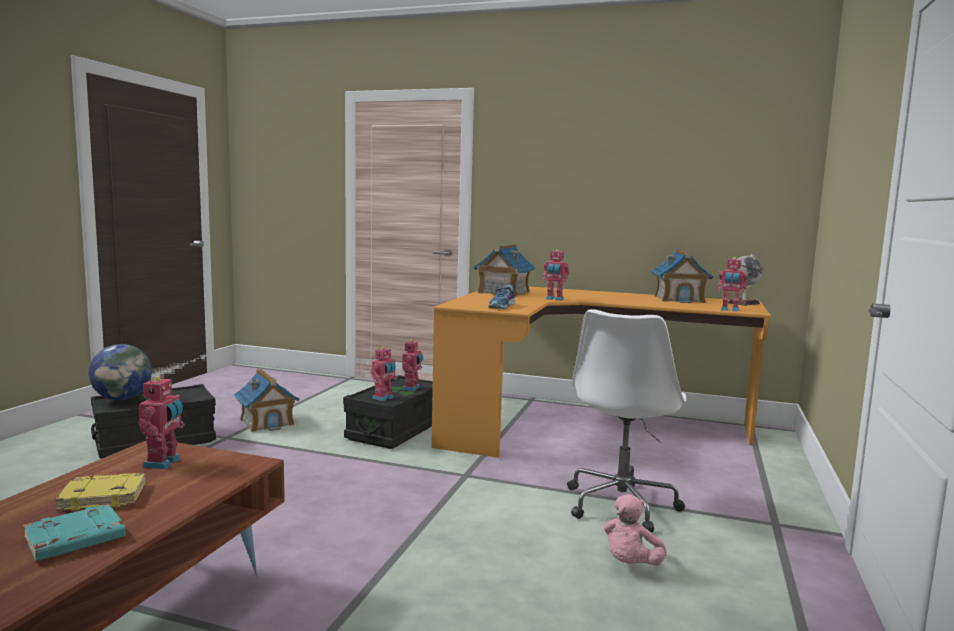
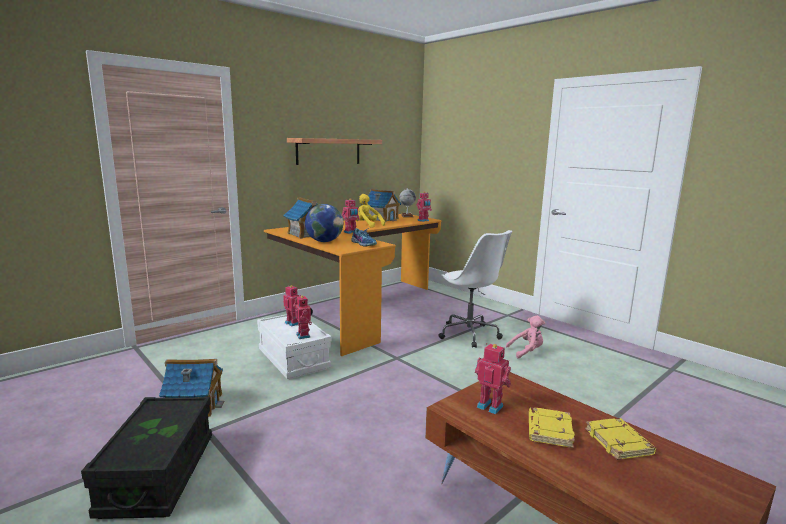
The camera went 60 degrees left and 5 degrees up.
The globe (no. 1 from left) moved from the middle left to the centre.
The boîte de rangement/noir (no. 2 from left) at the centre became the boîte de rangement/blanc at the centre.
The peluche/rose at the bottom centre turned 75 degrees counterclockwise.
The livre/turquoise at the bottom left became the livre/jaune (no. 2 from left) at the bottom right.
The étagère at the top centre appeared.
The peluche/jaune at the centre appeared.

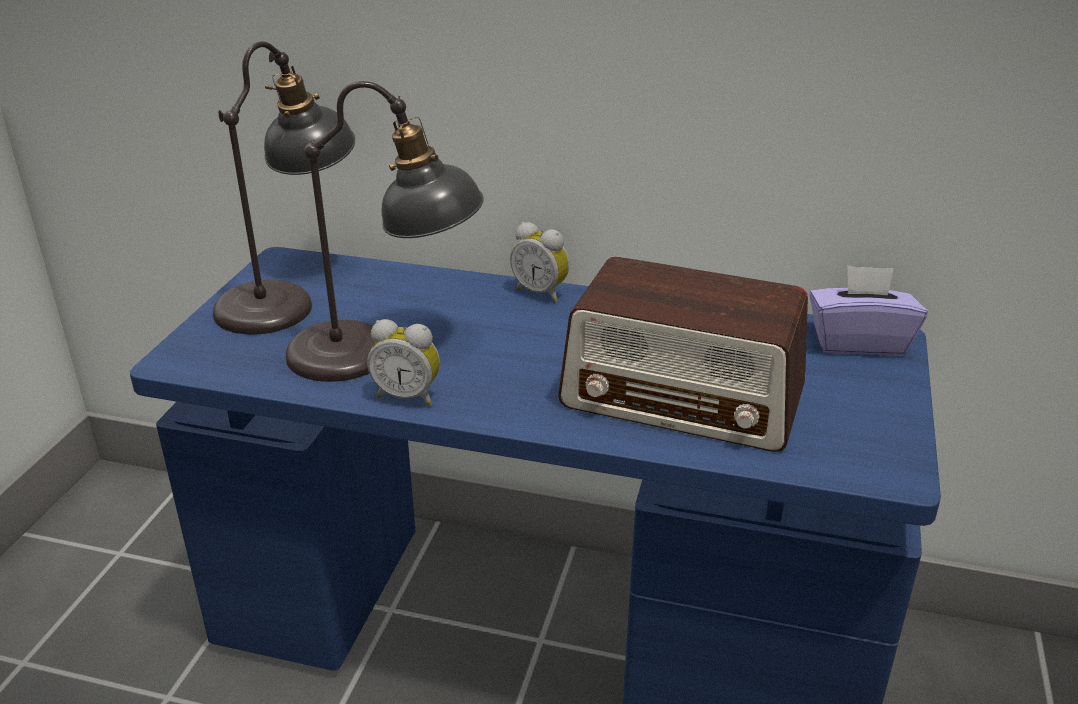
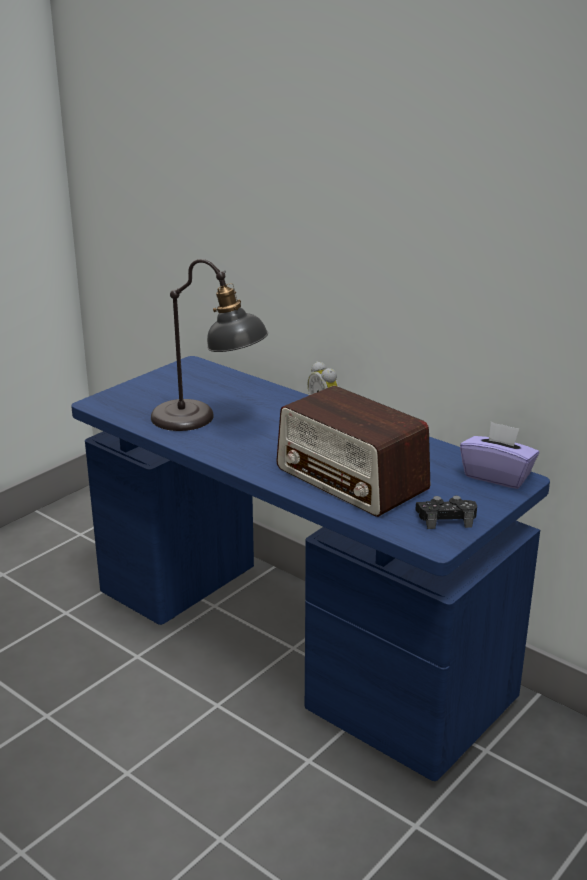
The camera went 25 degrees right and 5 degrees down.
The lampe de table/gris (no. 1 from left) at the top left disappeared.
The réveil (no. 1 from left) at the centre disappeared.
The manette/noir at the middle right appeared.

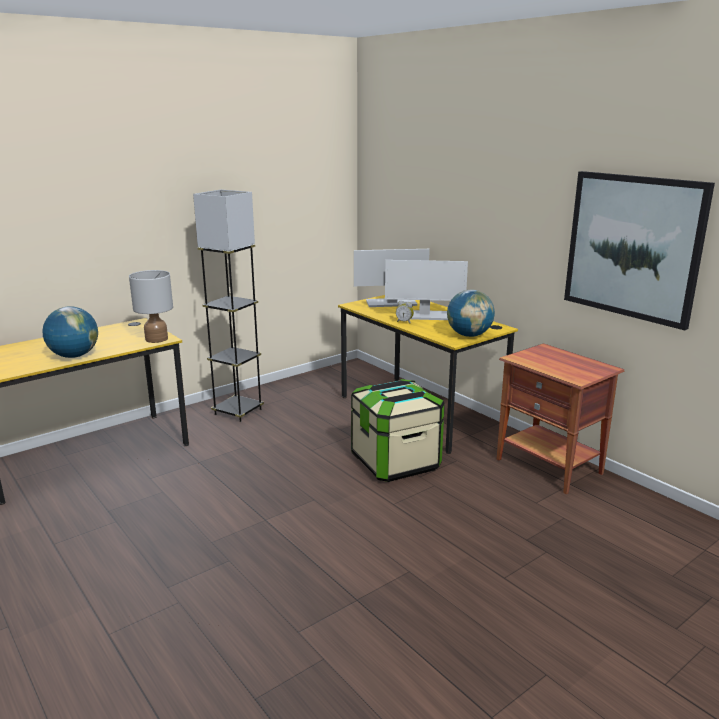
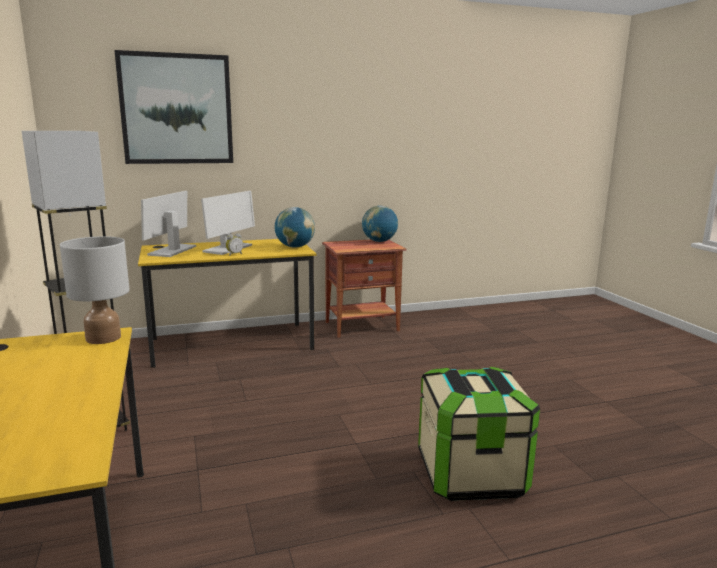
The camera went 70 degrees left and 5 degrees down.
The tableau moved from the middle right to the top left.
The globe (no. 1 from left in the first image) moved from the middle left to the centre.
The boîte de rangement moved from the centre to the bottom right.

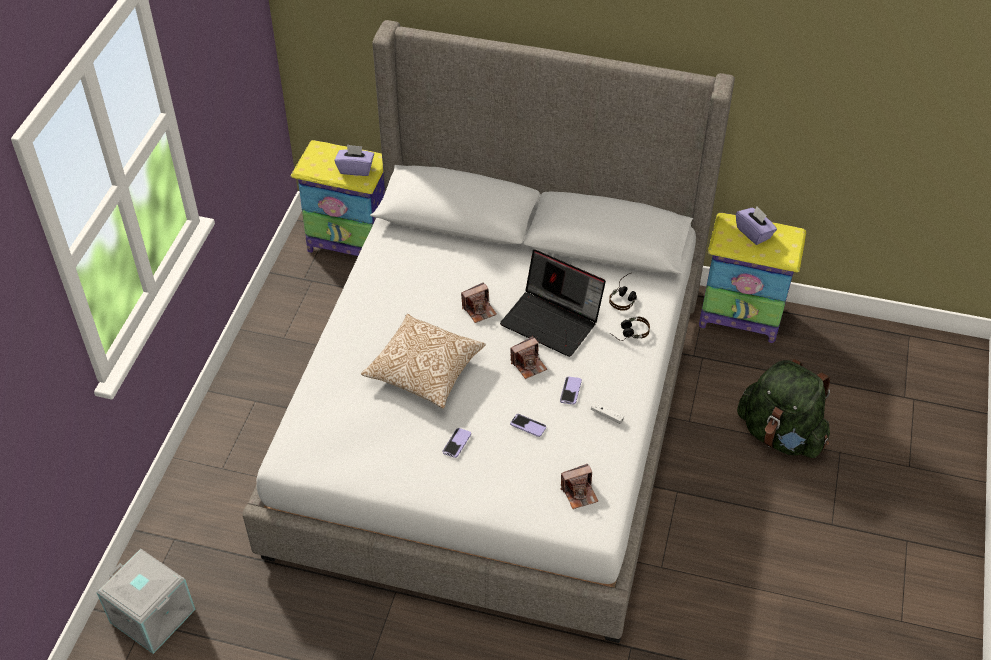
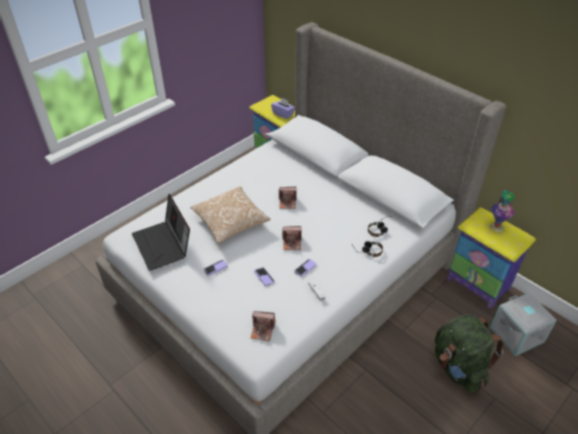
The camera went 30 degrees right and 5 degrees down.
The boîte à mouchoirs/violet (no. 2 from left) at the middle right was replaced by the vase at the middle right.
The ordinateur portable moved from the centre to the middle left.
The boîte de rangement/gris moved from the bottom left to the bottom right.

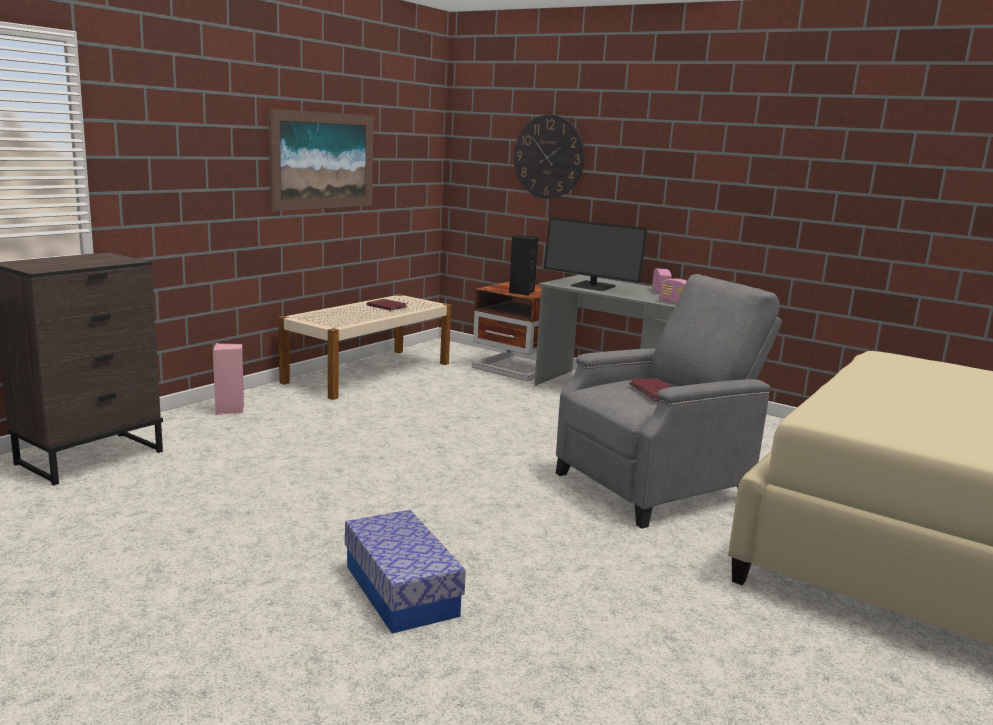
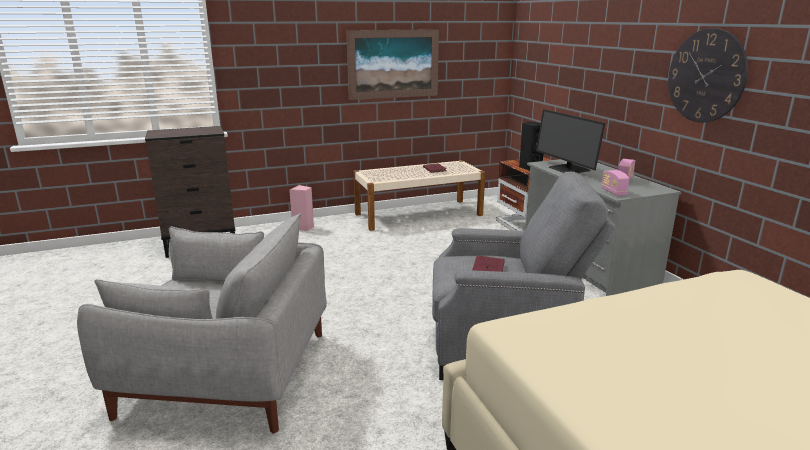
The camera went 35 degrees right and 5 degrees up.
The horloge murale moved from the top centre to the top right.
The boîte de rangement at the bottom centre was replaced by the fauteuil/gris (no. 1 from left) at the bottom left.

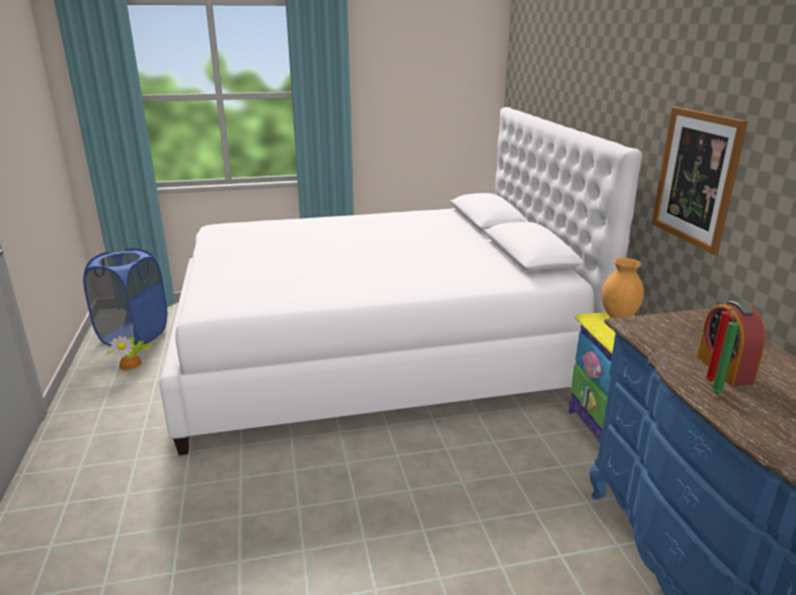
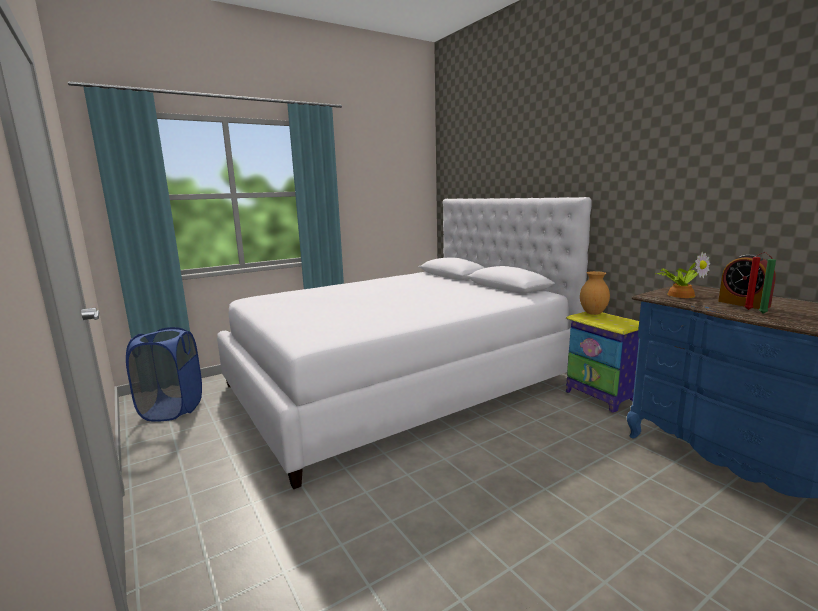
The camera went 20 degrees left and 10 degrees down.
The tableau at the top right disappeared.
The plante en pot moved from the middle left to the middle right.

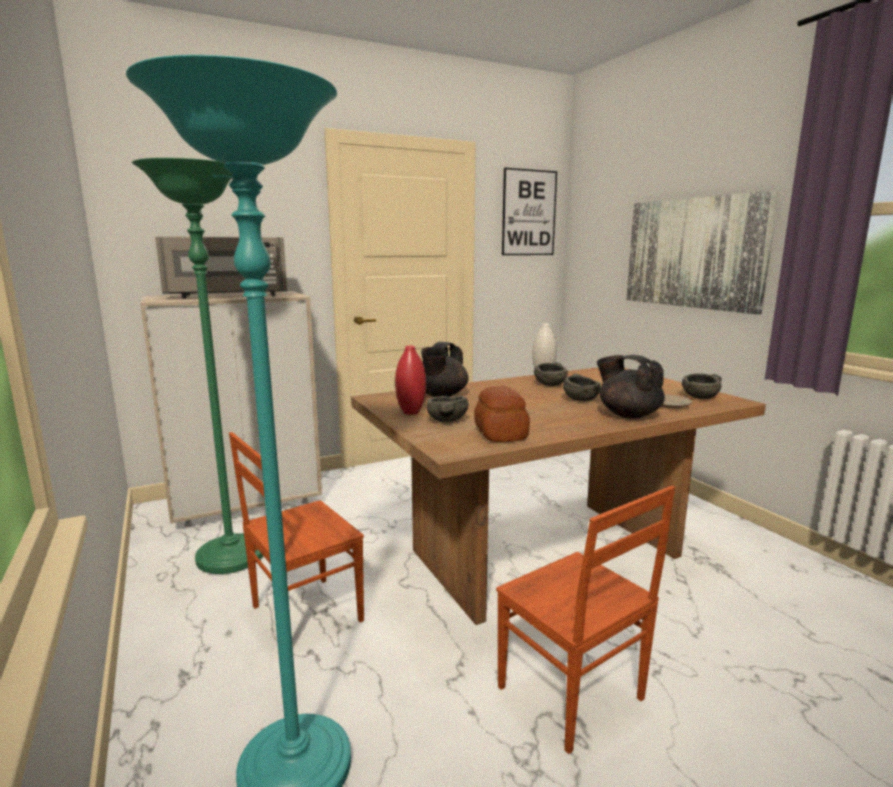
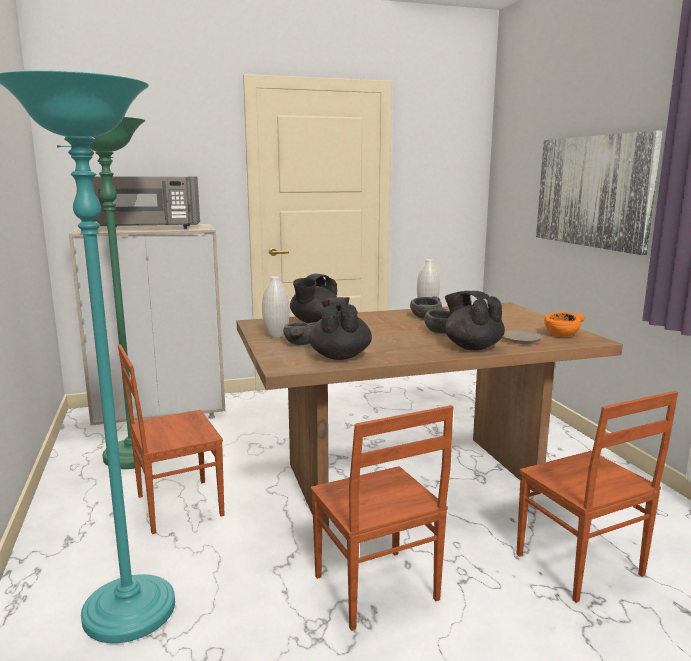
The camera went 10 degrees right and 0 degrees up.
The tableau (no. 1 from left) at the top centre disappeared.
The vase/rouge at the centre became the vase/blanc (no. 1 from left) at the centre.
The bol/gris (no. 4 from left) at the middle right became the bol/orange at the middle right.
The pain at the centre was replaced by the théière/noir (no. 2 from left) at the centre.
The chaise/marron (no. 3 from left) at the bottom right appeared.

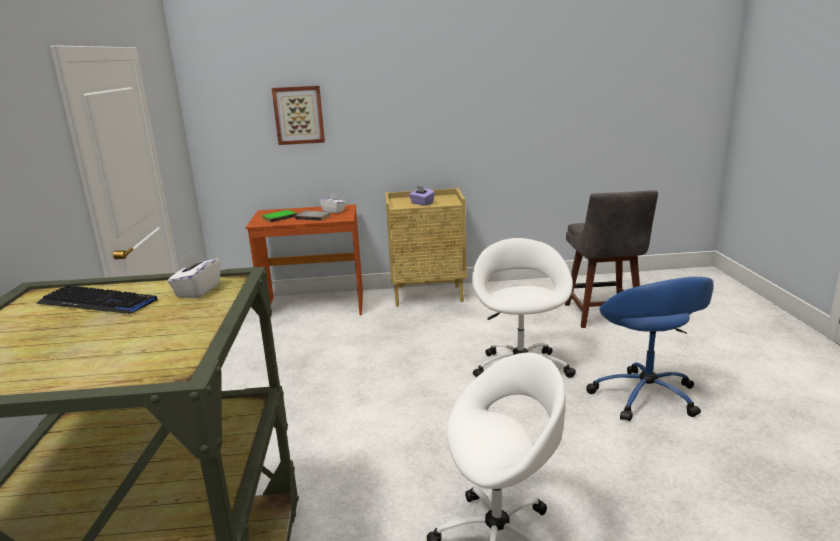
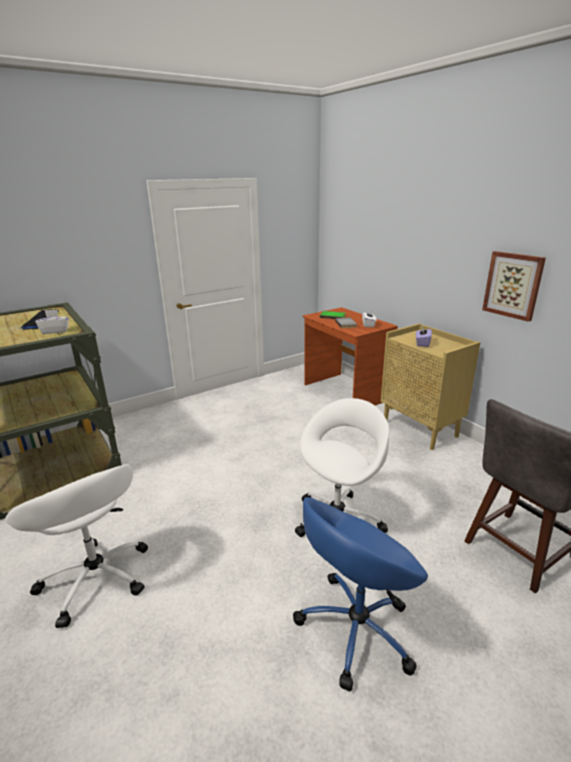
The camera went 60 degrees right and 5 degrees up.
The tableau moved from the top centre to the middle right.

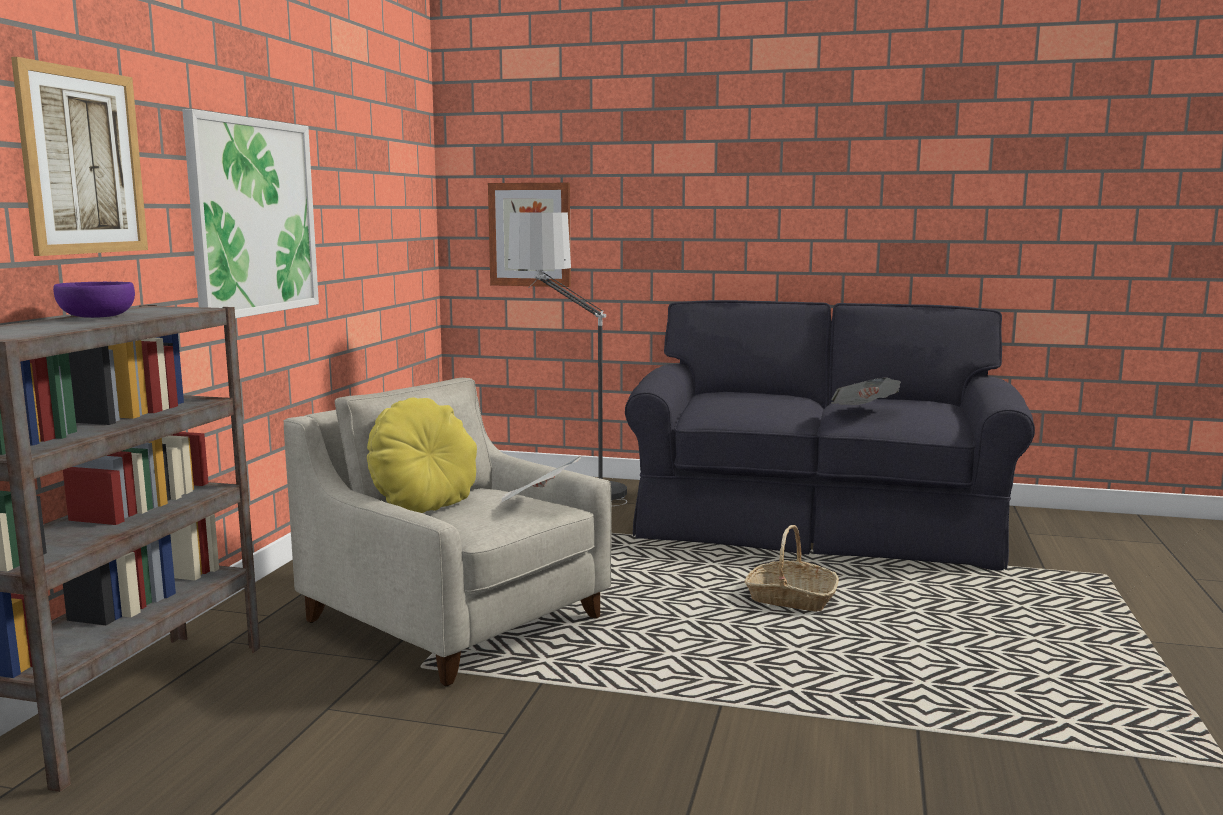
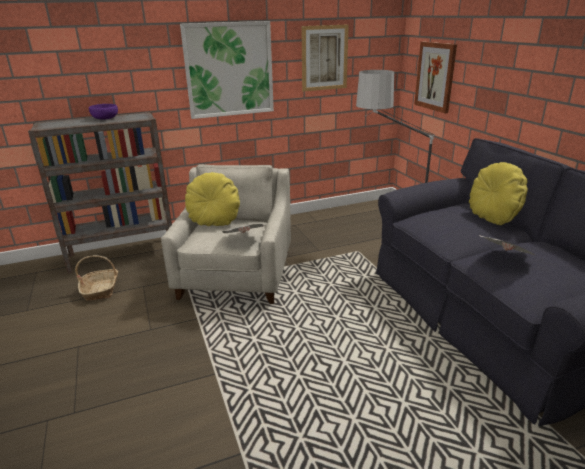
The camera went 55 degrees right and 15 degrees up.
The tableau (no. 1 from left in the first image) moved from the top left to the top centre.
The panier moved from the bottom centre to the middle left.
The coussin/jaune (no. 2 from left) at the middle right appeared.

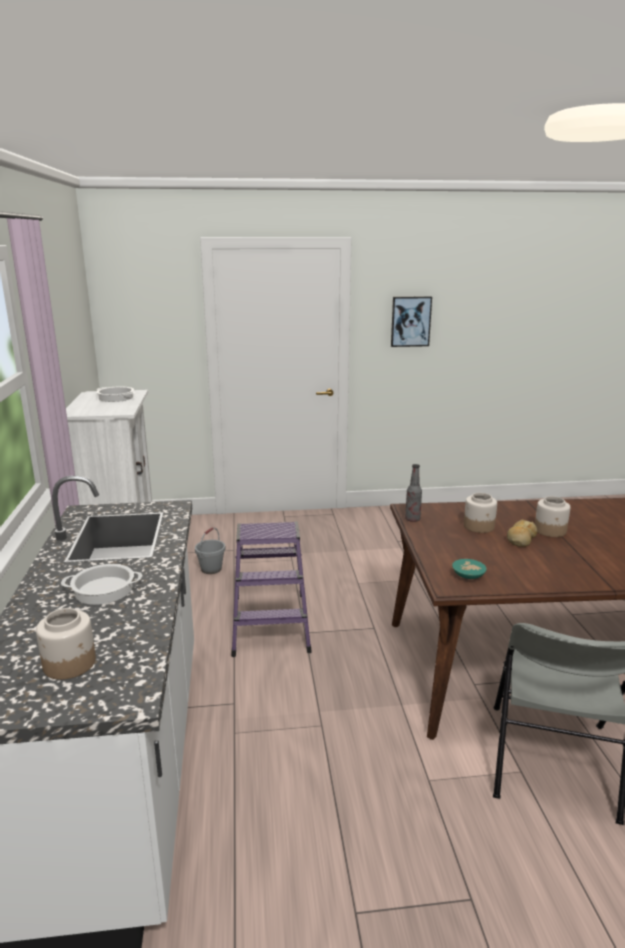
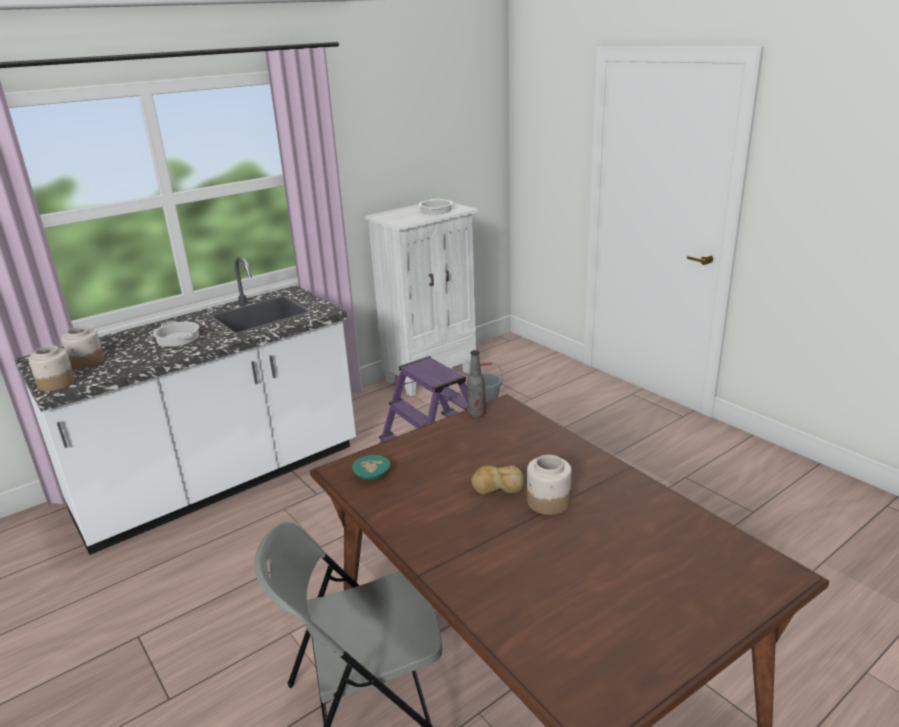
The camera went 60 degrees right and 5 degrees up.
The tableau at the centre disappeared.
The bocal (no. 2 from left in the first image) moved from the middle right to the middle left.

